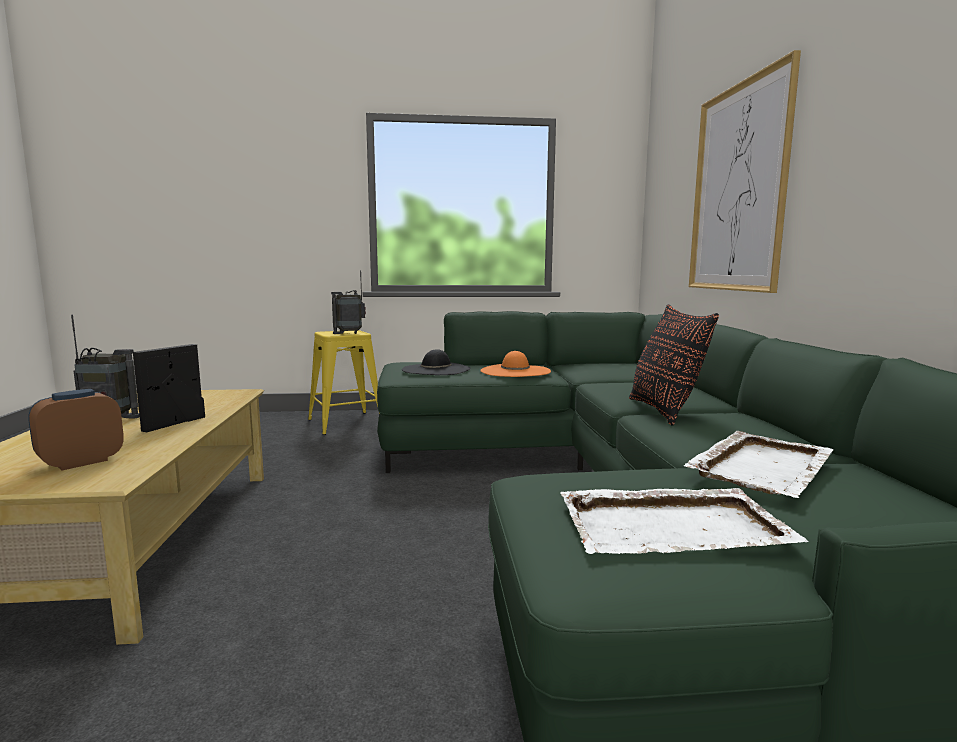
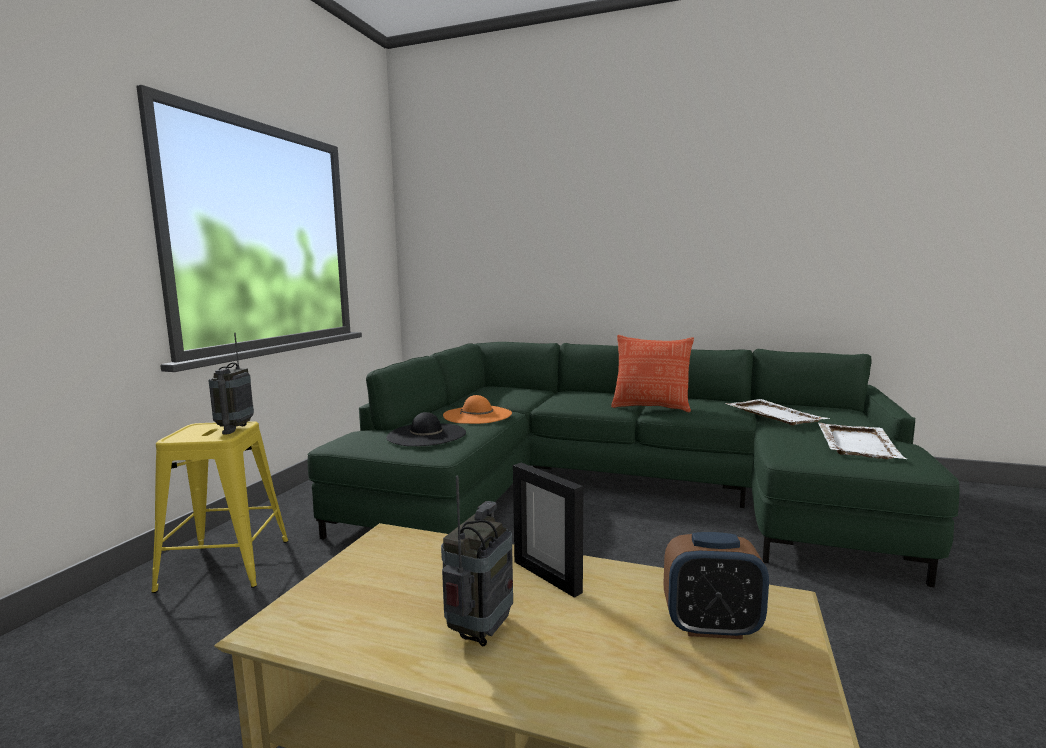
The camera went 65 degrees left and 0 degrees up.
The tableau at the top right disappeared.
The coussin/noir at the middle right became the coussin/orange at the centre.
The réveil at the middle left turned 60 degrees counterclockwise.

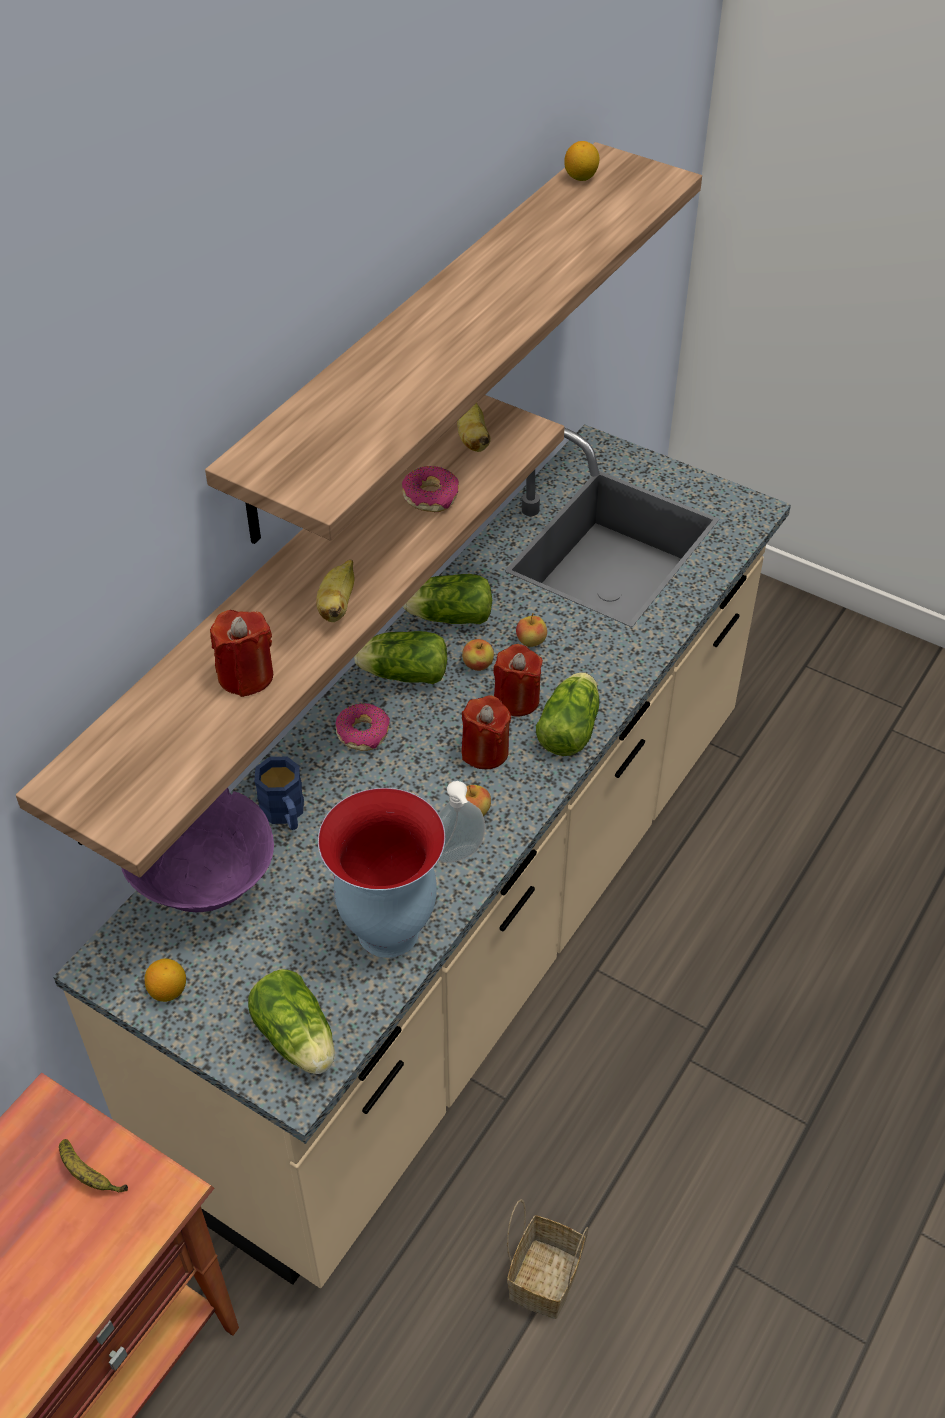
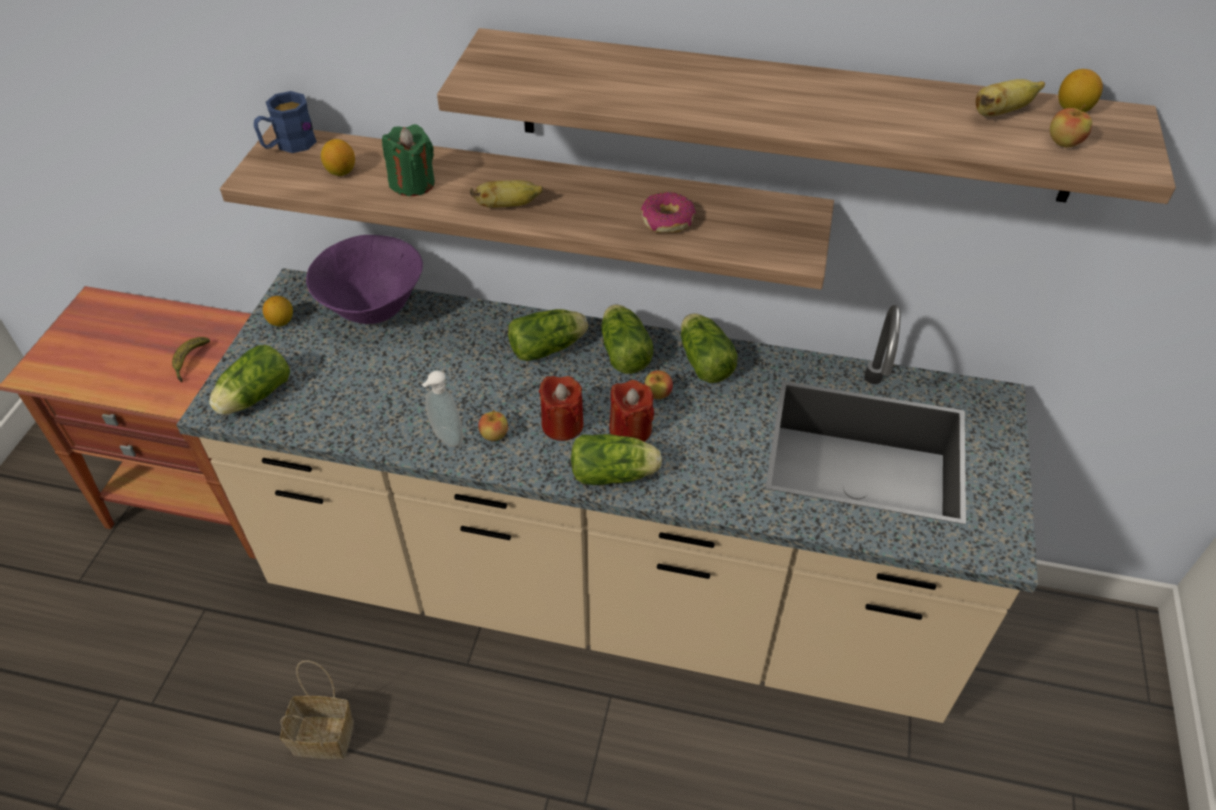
The camera went 70 degrees right and 0 degrees up.
The banane (no. 3 from left) moved from the top centre to the top right.
The bougie/rouge (no. 1 from left) at the middle left became the bougie/vert at the top centre.
The pomme (no. 3 from left) moved from the centre to the top right.
The beignet (no. 1 from left) at the centre was replaced by the laitue (no. 2 from left) at the centre.
The mug/bleu moved from the middle left to the top left.
The vase at the centre disappeared.
The citron (no. 2 from left) at the top left appeared.

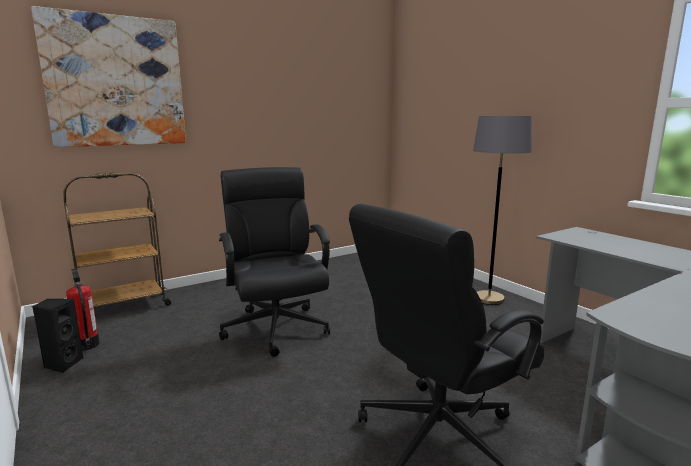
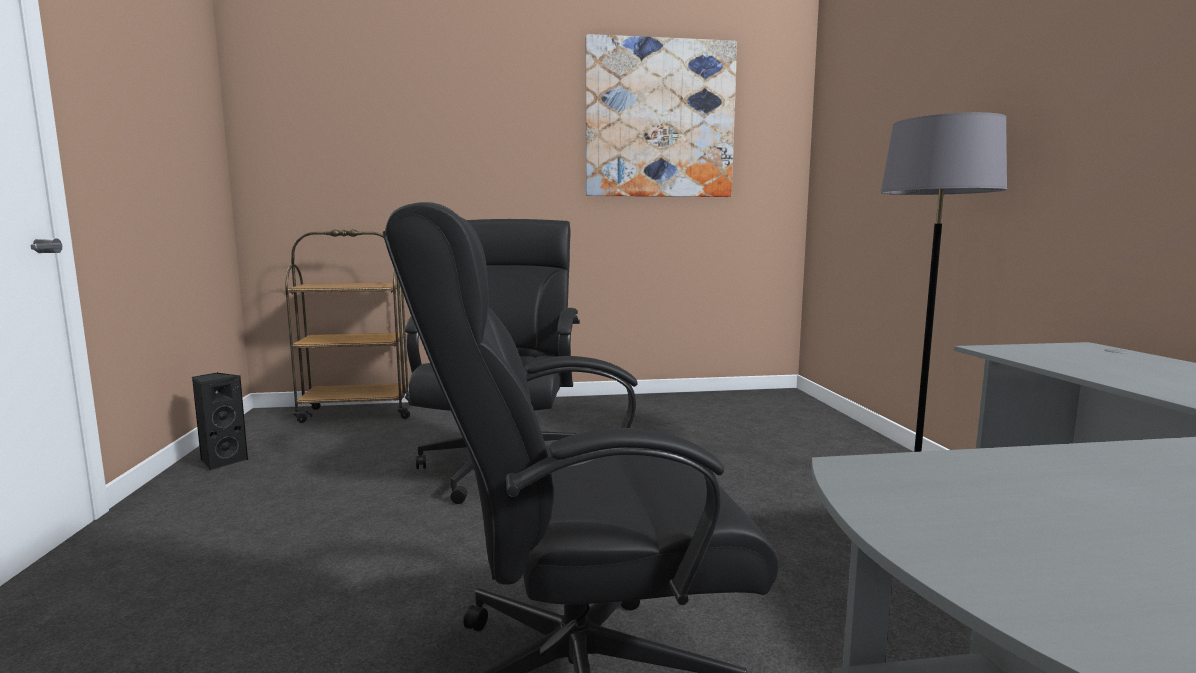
The camera went 25 degrees right and 5 degrees down.
The tableau moved from the top left to the top centre.
The extincteur at the middle left disappeared.

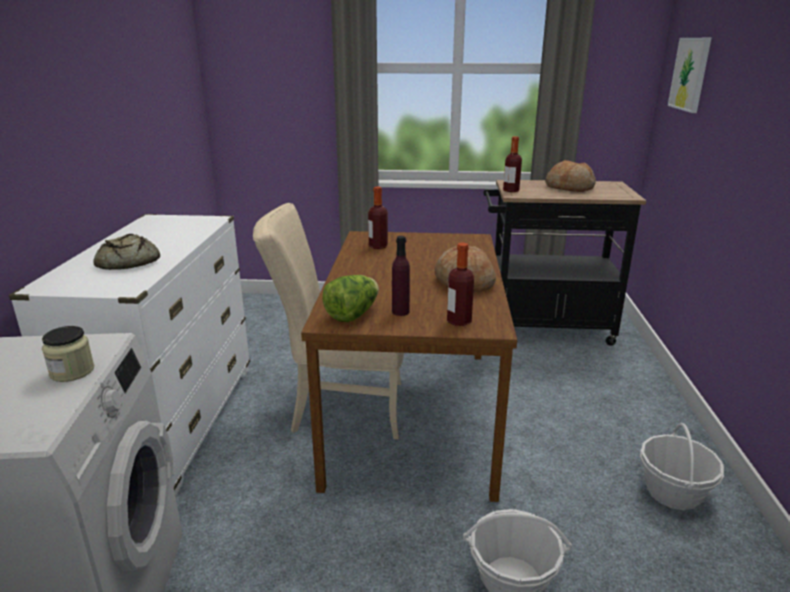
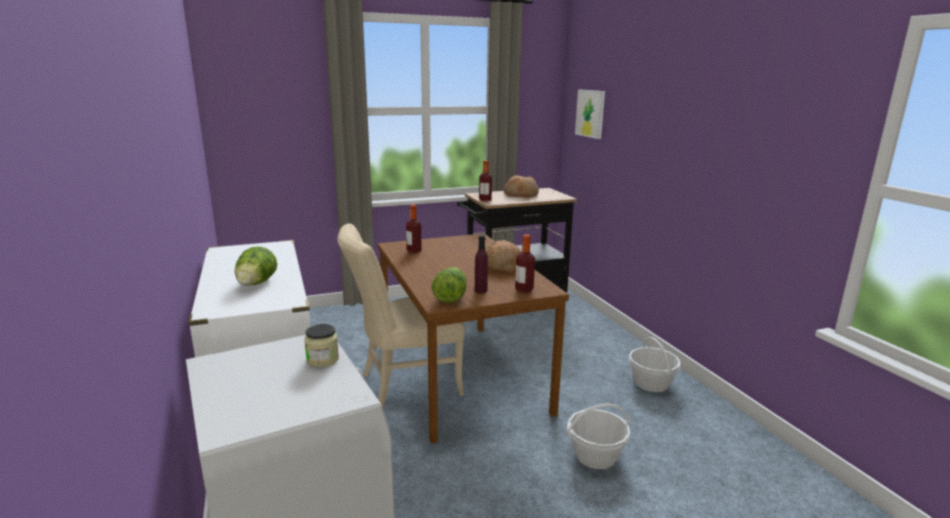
The camera went 25 degrees left and 5 degrees down.
The pain (no. 1 from left) at the middle left was replaced by the laitue (no. 1 from left) at the middle left.

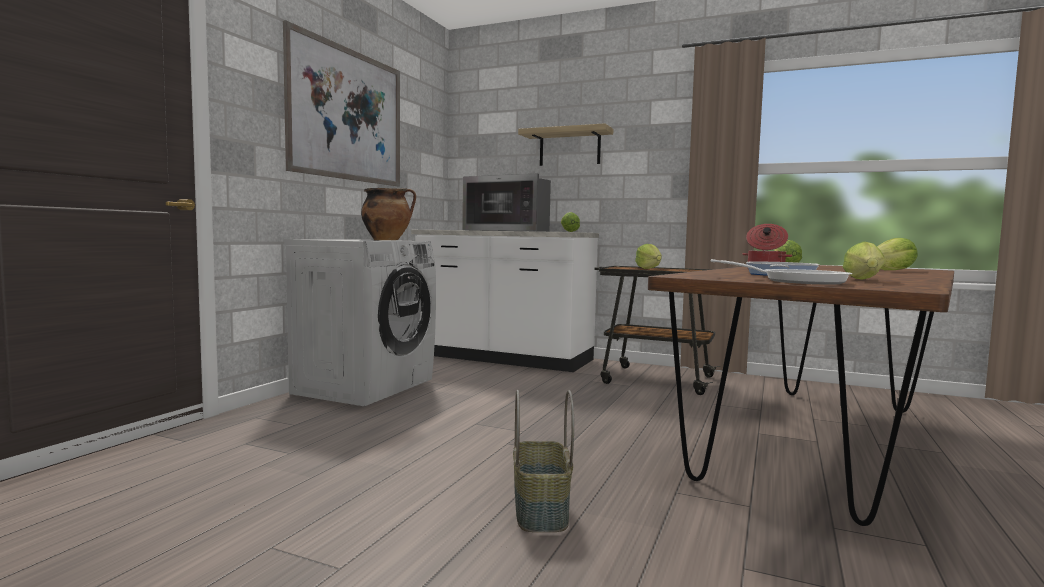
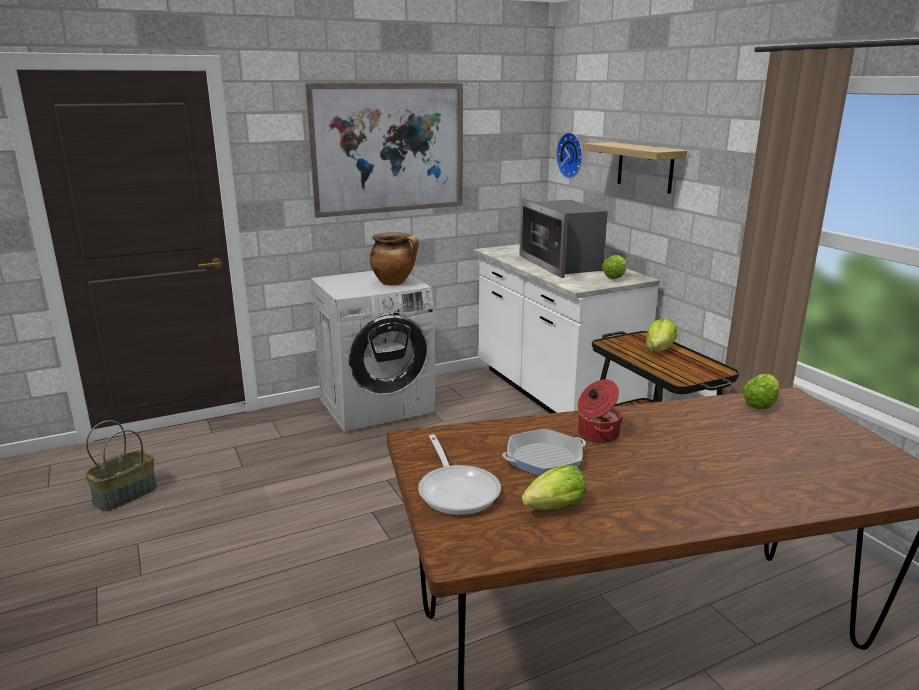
The camera went 40 degrees right and 15 degrees up.
The laitue (no. 5 from left) at the middle right disappeared.
The panier moved from the bottom centre to the bottom left.
The horloge murale at the top centre appeared.

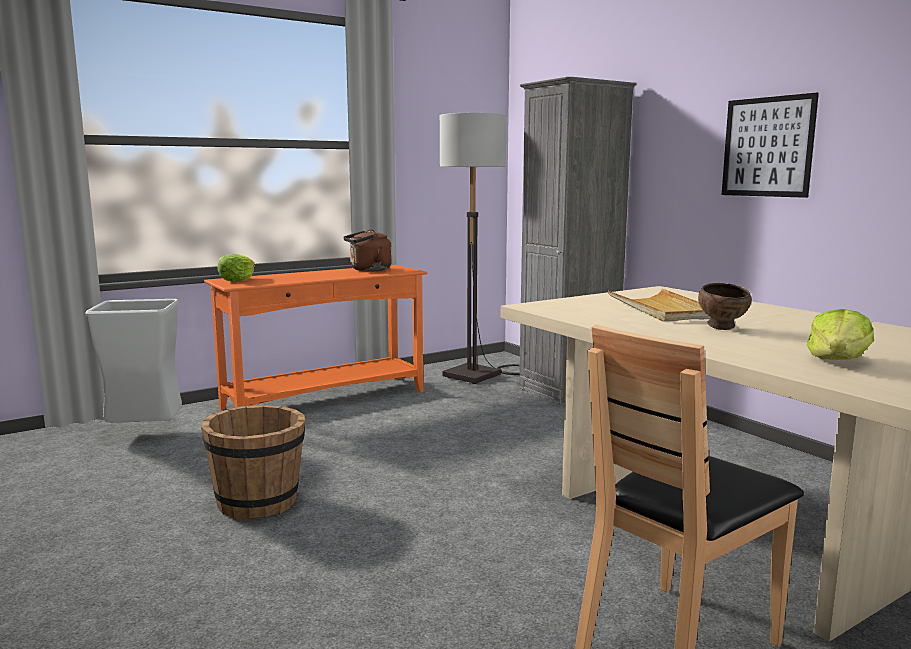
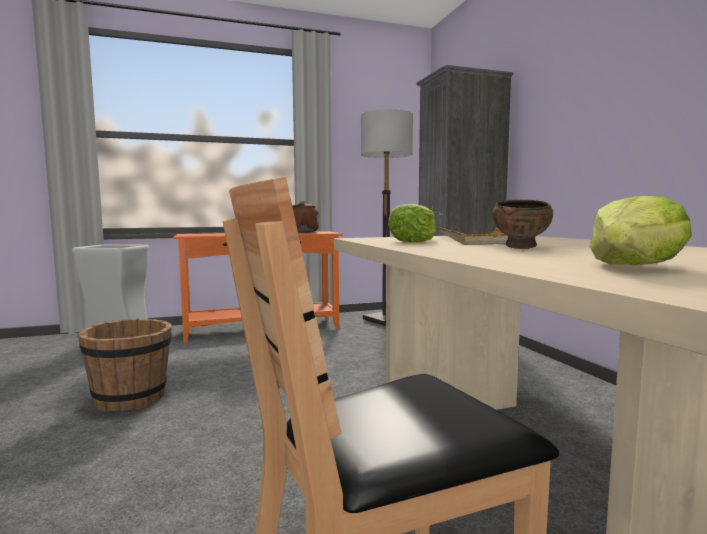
The camera went 15 degrees right and 5 degrees down.
The tableau at the top right disappeared.
The laitue (no. 1 from left) moved from the middle left to the centre.

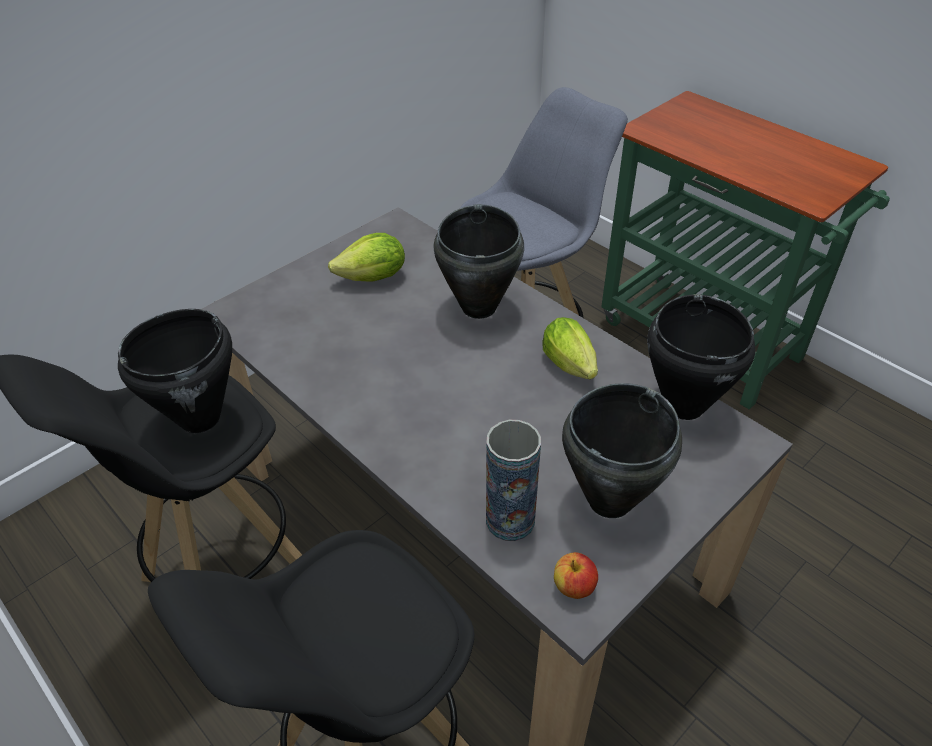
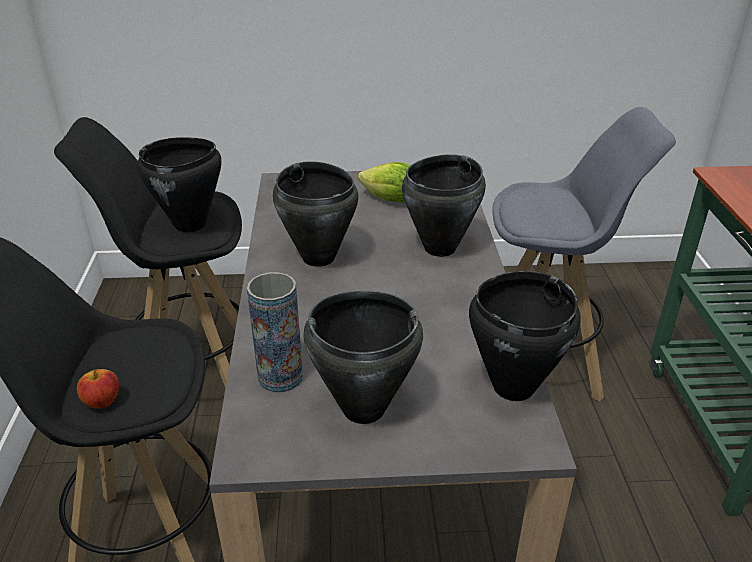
The camera went 40 degrees right and 10 degrees down.
The laitue (no. 2 from left) at the centre disappeared.
The pomme moved from the bottom centre to the bottom left.
The marmite/noir (no. 2 from left) at the centre appeared.

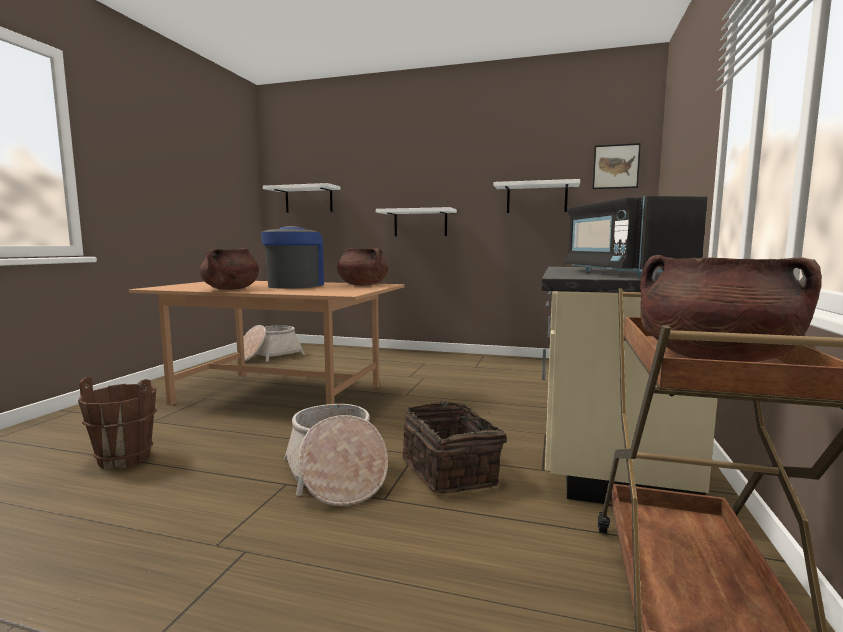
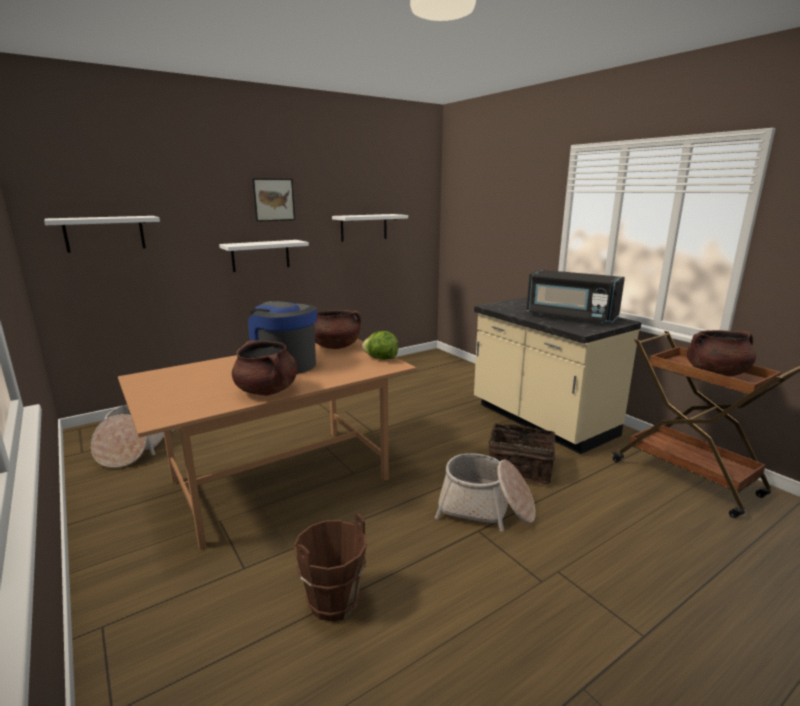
The camera went 50 degrees left and 10 degrees up.
The tableau moved from the top right to the top centre.
The laitue at the centre appeared.

